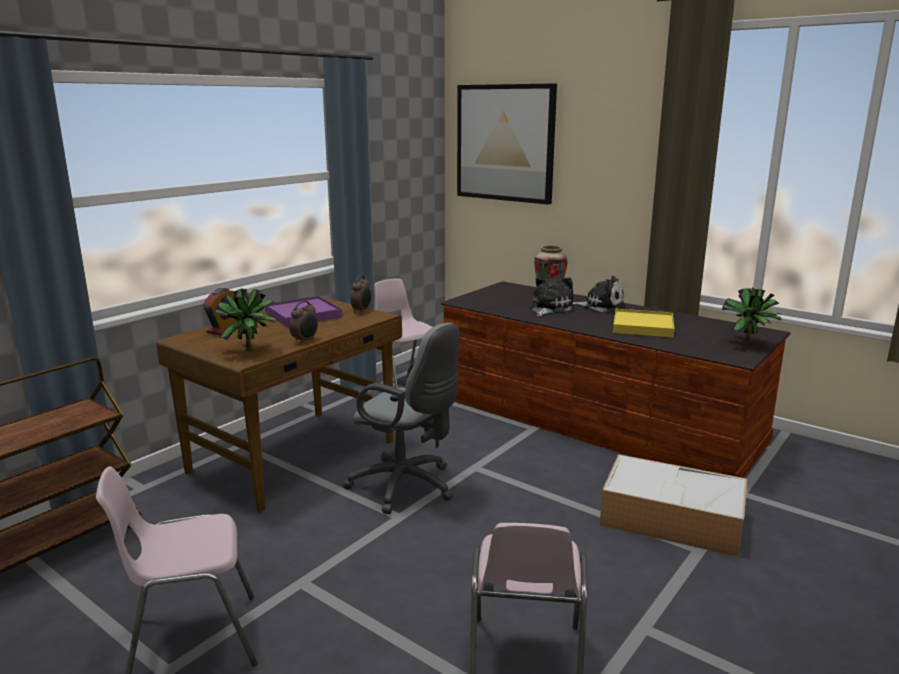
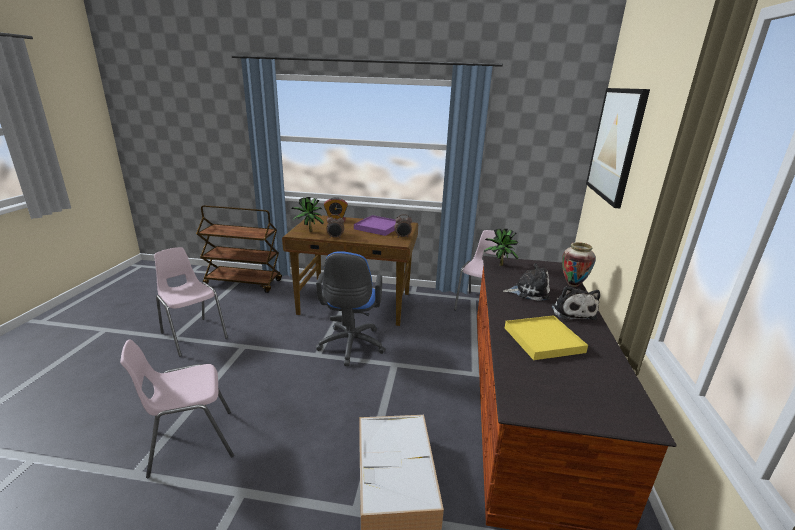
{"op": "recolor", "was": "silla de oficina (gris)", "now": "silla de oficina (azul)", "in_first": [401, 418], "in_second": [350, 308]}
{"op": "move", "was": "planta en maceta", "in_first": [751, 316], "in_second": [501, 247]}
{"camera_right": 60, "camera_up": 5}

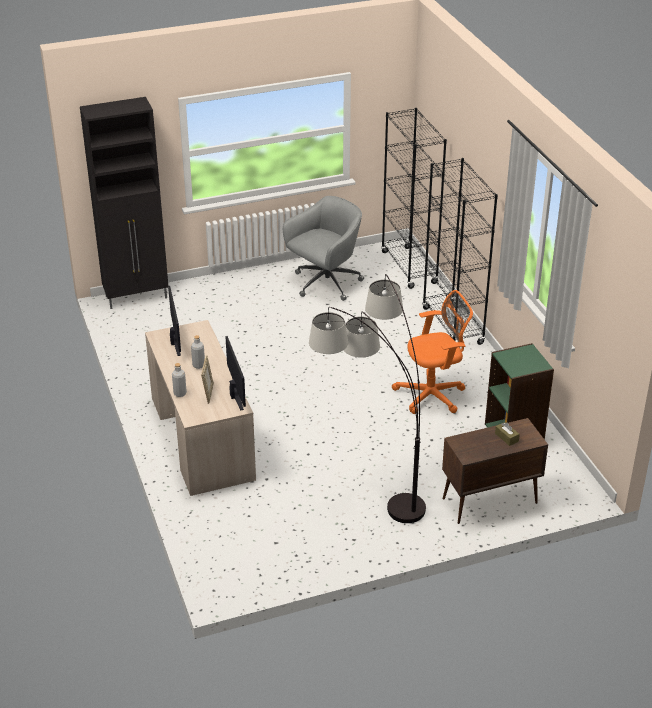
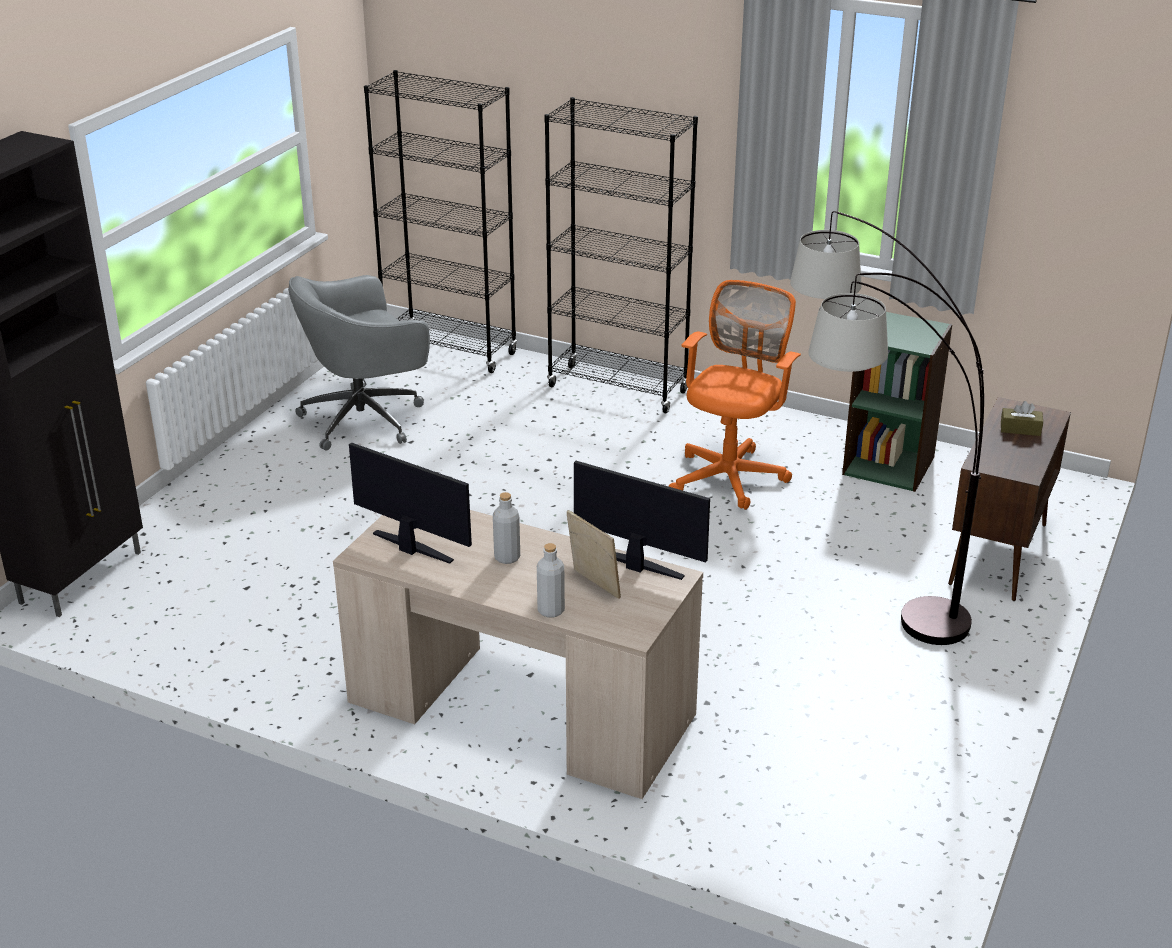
{"op": "rotate", "was": "silla de oficina (gris)", "in_first": [323, 248], "in_second": [359, 363], "clockwise": -120}
{"camera_right": -45, "camera_up": -5}

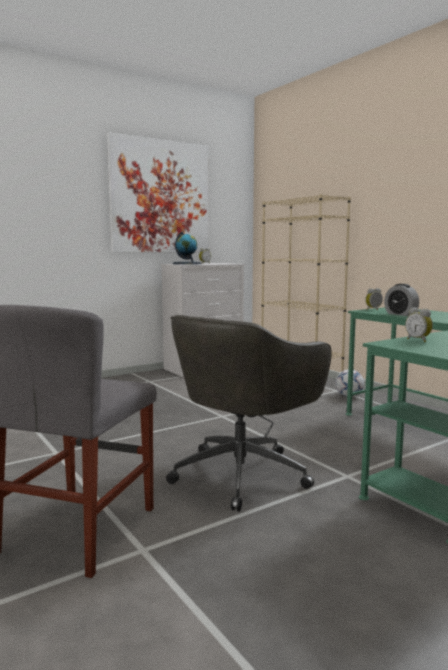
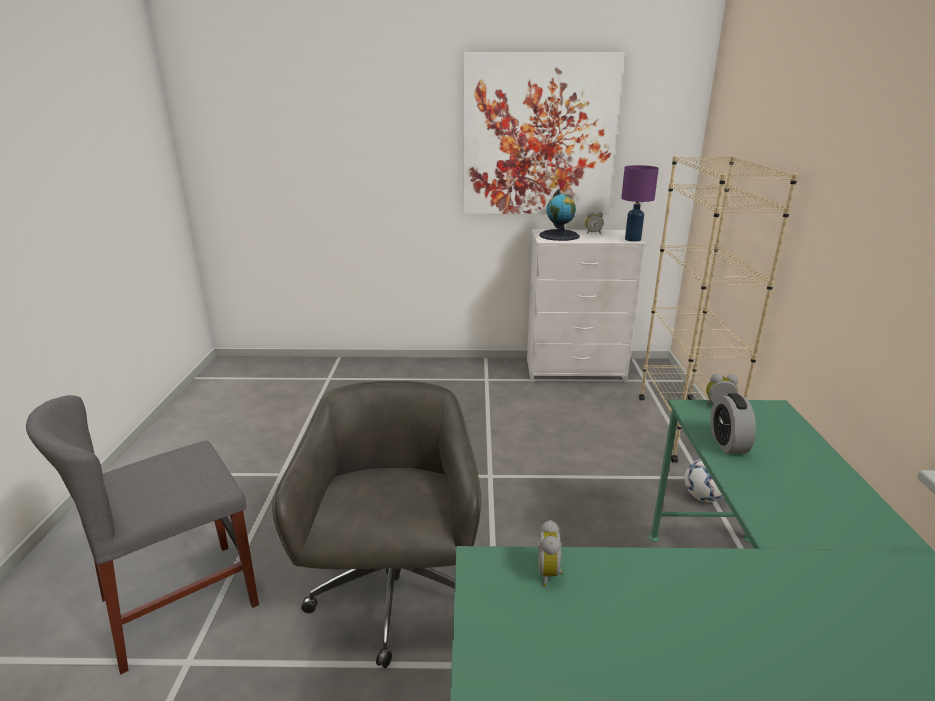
{"op": "rotate", "was": "silla de oficina (gris)", "in_first": [249, 413], "in_second": [376, 524], "clockwise": 105}
{"op": "insert", "now": "lámpara de mesa (morado)", "in_second": [640, 203]}
{"camera_right": 35, "camera_up": 15}

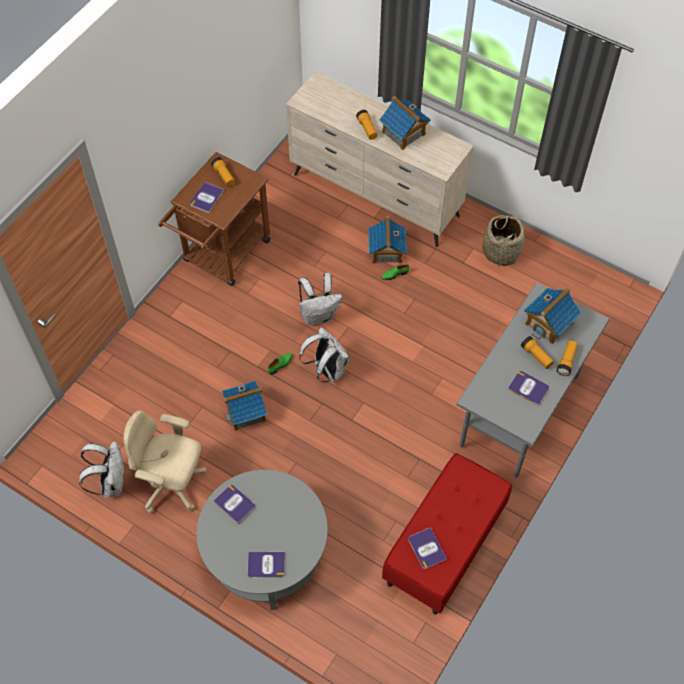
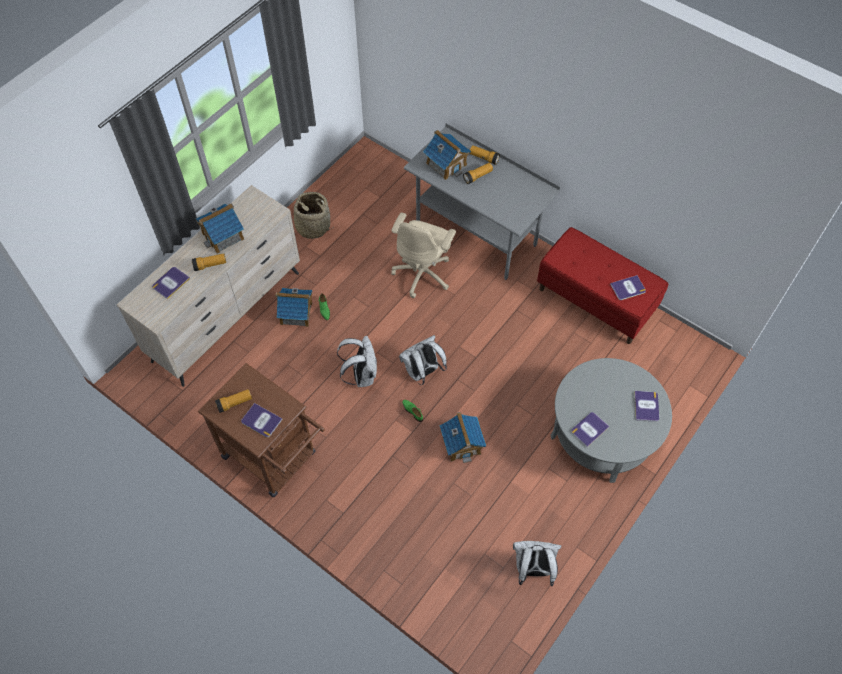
{"op": "move", "was": "libro", "in_first": [528, 388], "in_second": [171, 283]}
{"op": "move", "was": "silla de oficina (beis)", "in_first": [165, 462], "in_second": [423, 255]}
{"camera_right": -85, "camera_up": 0}

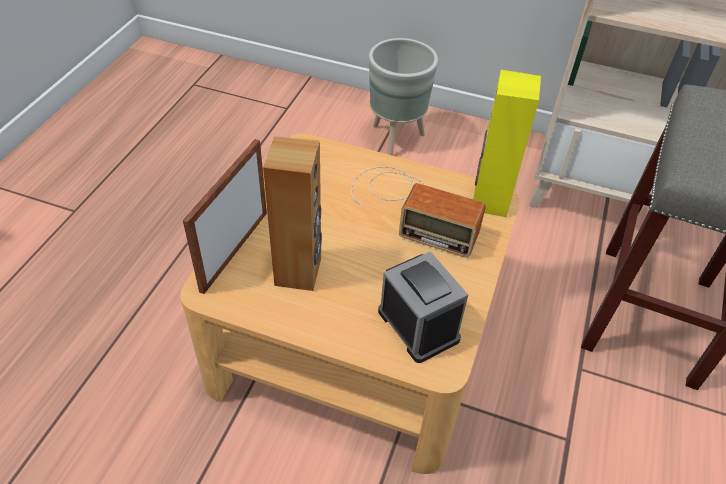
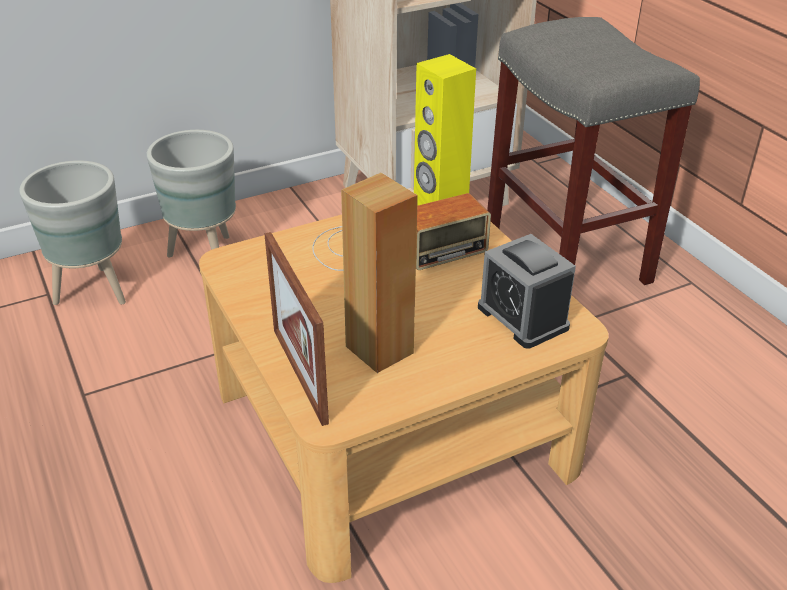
{"op": "insert", "now": "maceta (gris)", "in_second": [72, 232]}
{"op": "rotate", "was": "despertador", "in_first": [423, 307], "in_second": [527, 291], "clockwise": -135}
{"camera_right": -45, "camera_up": -10}

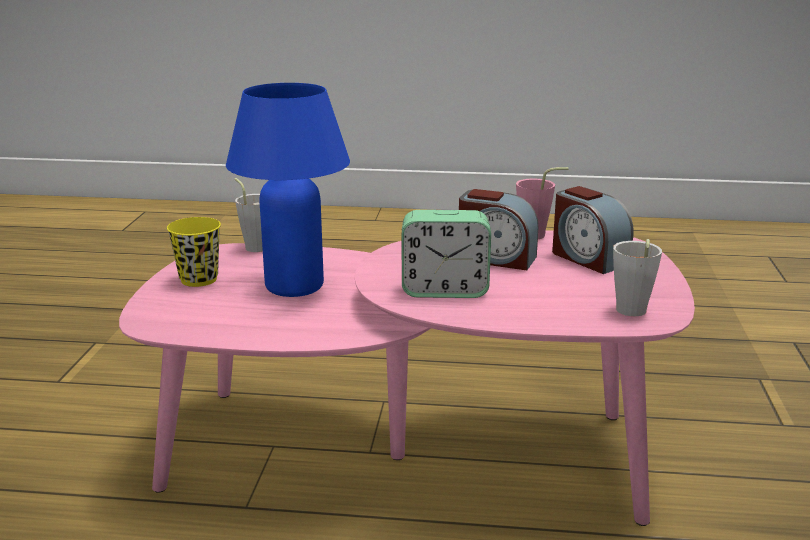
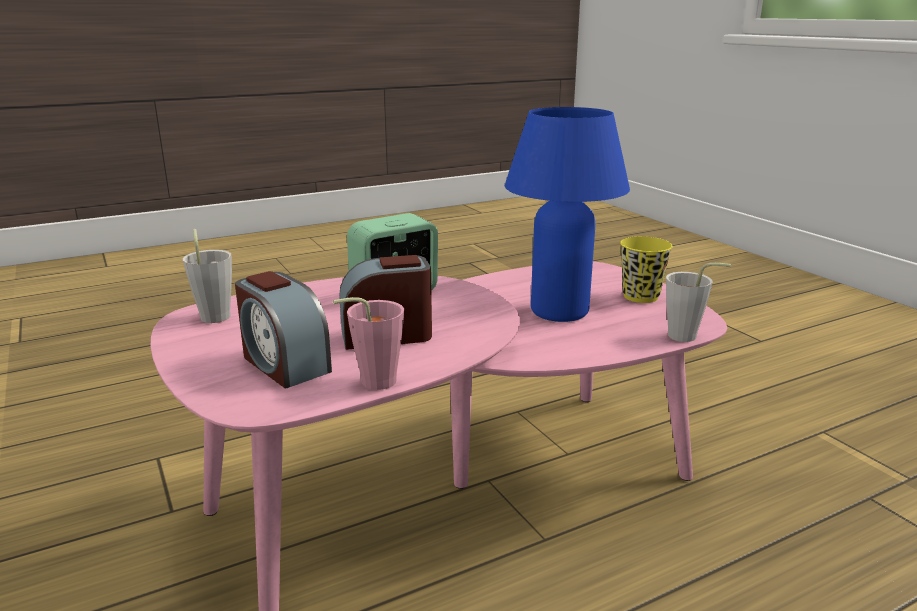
{"op": "rotate", "was": "despertador", "in_first": [592, 230], "in_second": [283, 329], "clockwise": -150}
{"camera_right": 145, "camera_up": 0}

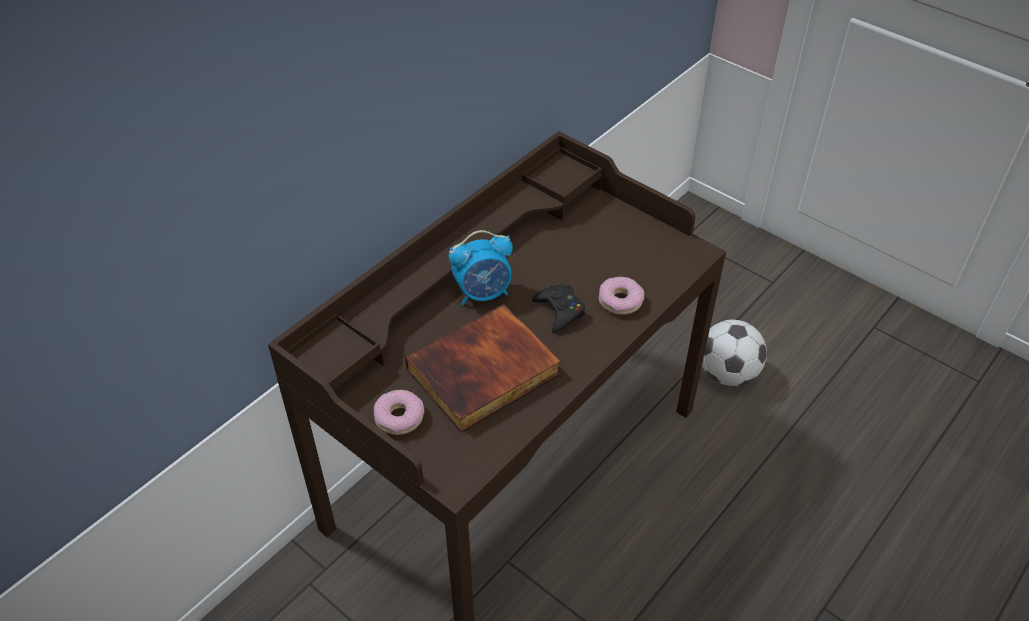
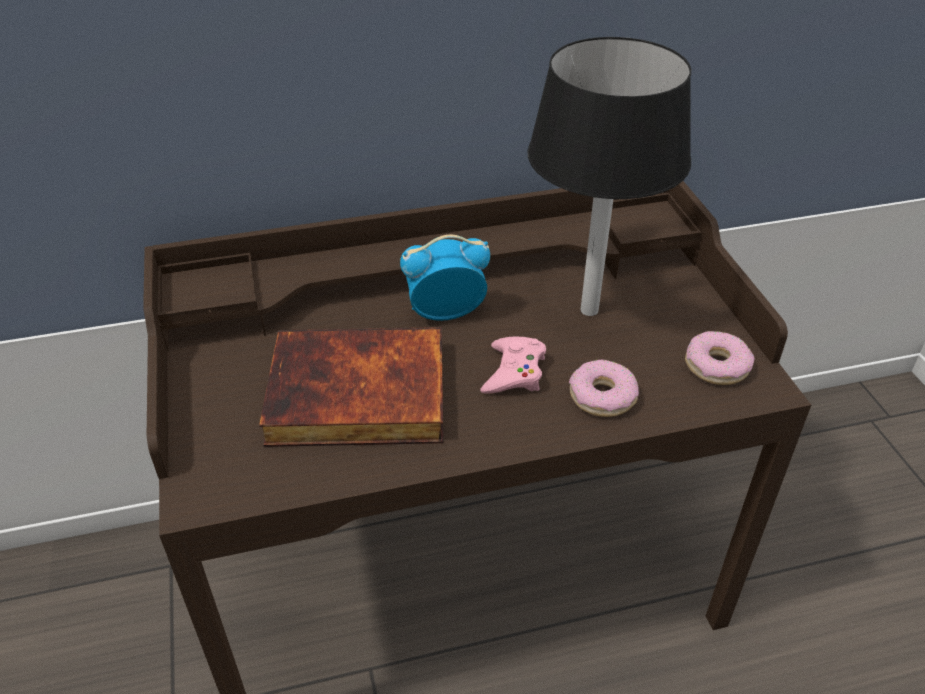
{"op": "rotate", "was": "despertador", "in_first": [481, 268], "in_second": [445, 278], "clockwise": 150}
{"op": "recolor", "was": "mando de consola (negro)", "now": "mando de consola (rosa)", "in_first": [558, 308], "in_second": [513, 365]}
{"op": "insert", "now": "lámpara de mesa (negro)", "in_second": [609, 176]}
{"op": "move", "was": "rosquilla", "in_first": [399, 412], "in_second": [720, 358]}
{"op": "delete", "was": "balón de fútbol", "in_first": [734, 353]}
{"camera_right": 35, "camera_up": -5}

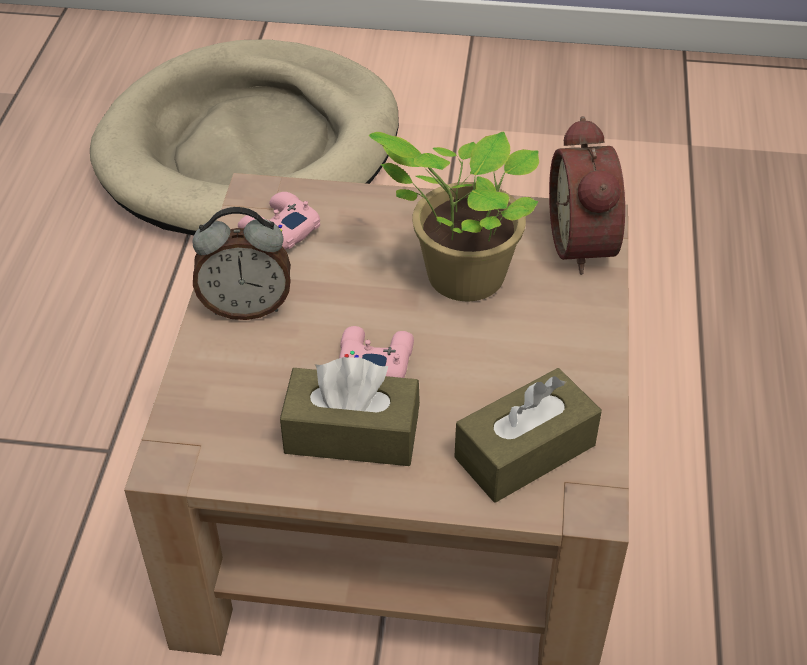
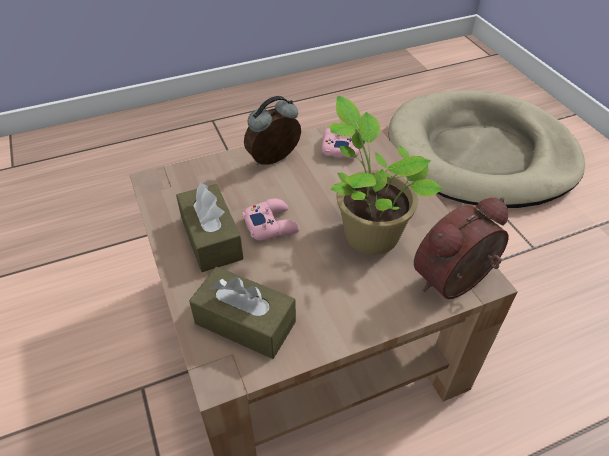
{"op": "rotate", "was": "despertador", "in_first": [241, 263], "in_second": [272, 130], "clockwise": 90}
{"camera_right": 60, "camera_up": 0}

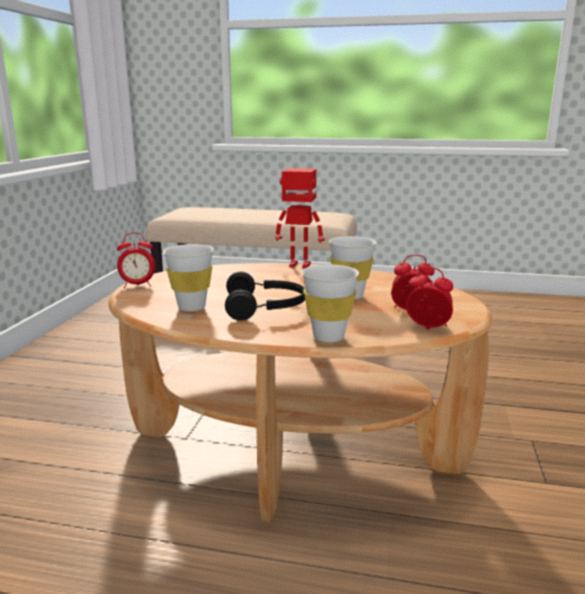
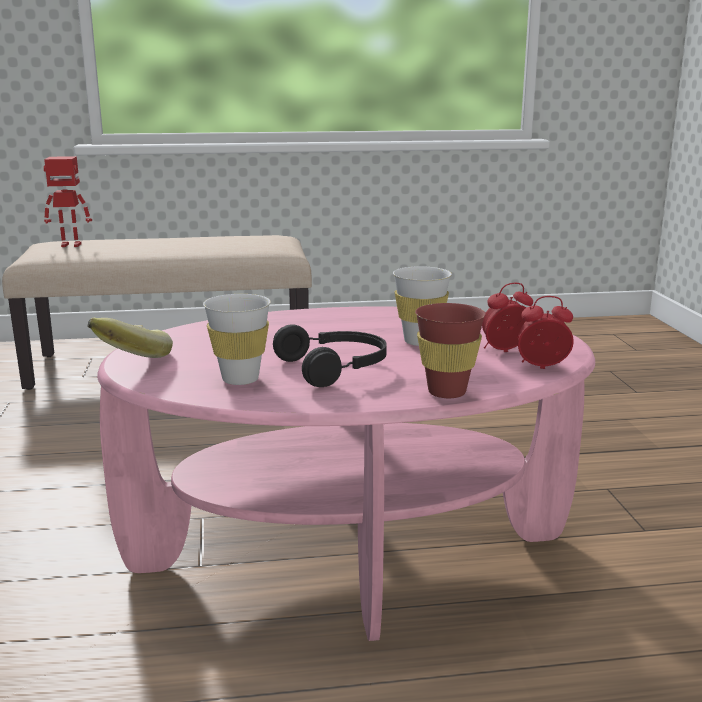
{"op": "move", "was": "robot de juguete", "in_first": [300, 218], "in_second": [68, 201]}
{"op": "replace", "was": "despertador", "now": "plátano", "in_first": [136, 260], "in_second": [130, 338]}
{"op": "recolor", "was": "mesa de centro (marrón)", "now": "mesa de centro (rosa)", "in_first": [300, 392], "in_second": [346, 474]}
{"op": "recolor", "was": "taza (blanco)", "now": "taza (rojo)", "in_first": [330, 303], "in_second": [450, 350]}
{"camera_right": -20, "camera_up": 0}

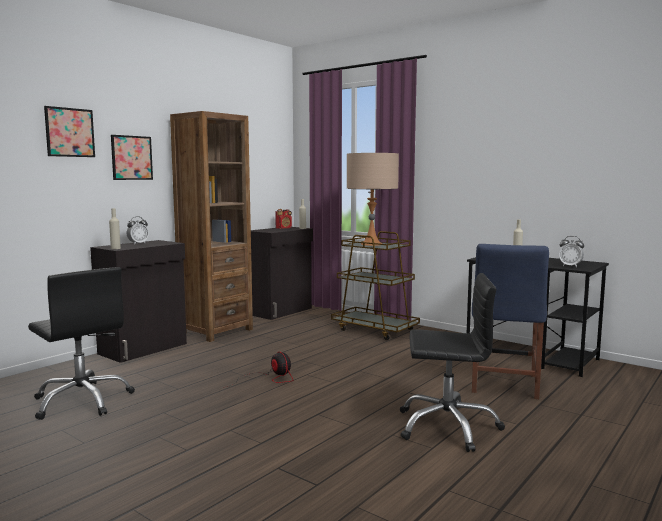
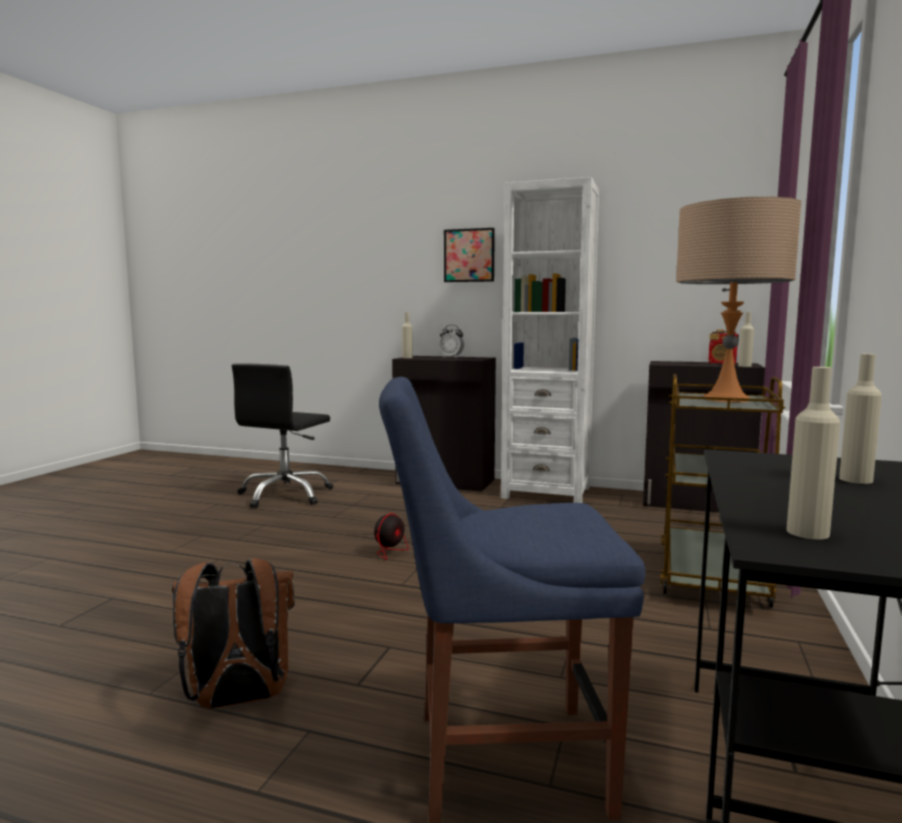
{"op": "replace", "was": "silla de oficina (negro)", "now": "mochila (marrón)", "in_first": [452, 362], "in_second": [233, 633]}
{"op": "recolor", "was": "estantería (marrón)", "now": "estantería (blanco)", "in_first": [211, 226], "in_second": [550, 340]}
{"op": "replace", "was": "despertador", "now": "botella (beis)", "in_first": [571, 252], "in_second": [813, 453]}
{"op": "delete", "was": "cuadro", "in_first": [69, 131]}
{"camera_right": 70, "camera_up": 0}

